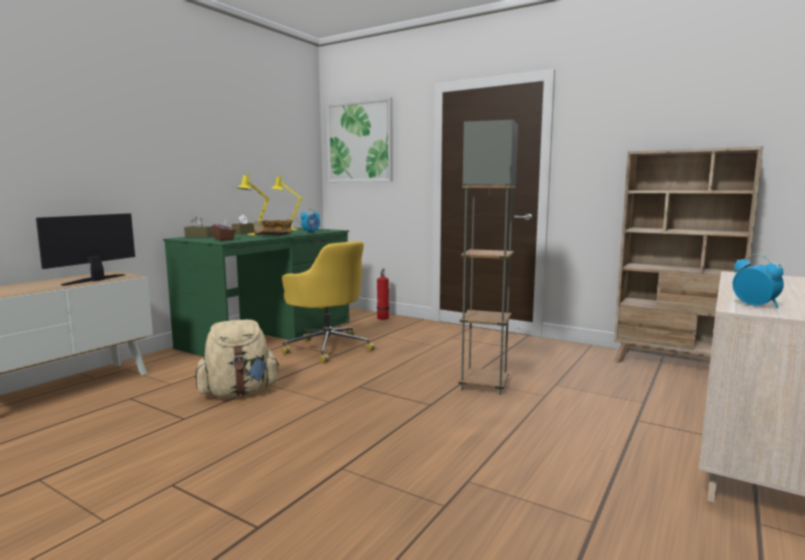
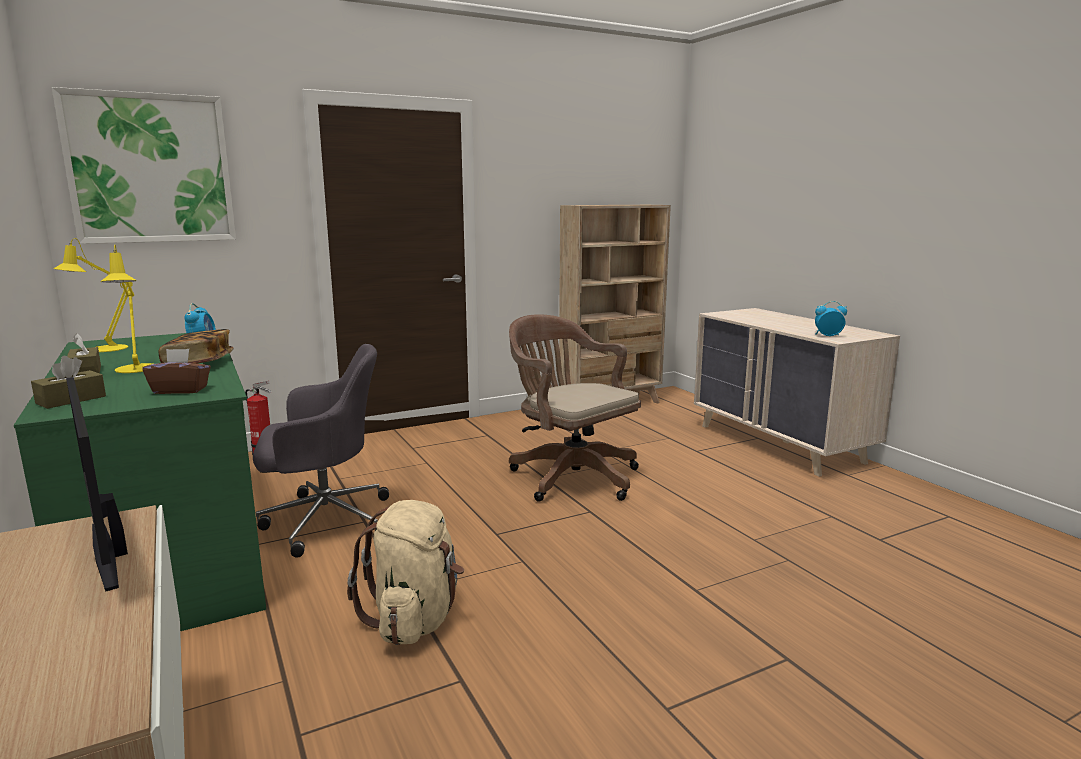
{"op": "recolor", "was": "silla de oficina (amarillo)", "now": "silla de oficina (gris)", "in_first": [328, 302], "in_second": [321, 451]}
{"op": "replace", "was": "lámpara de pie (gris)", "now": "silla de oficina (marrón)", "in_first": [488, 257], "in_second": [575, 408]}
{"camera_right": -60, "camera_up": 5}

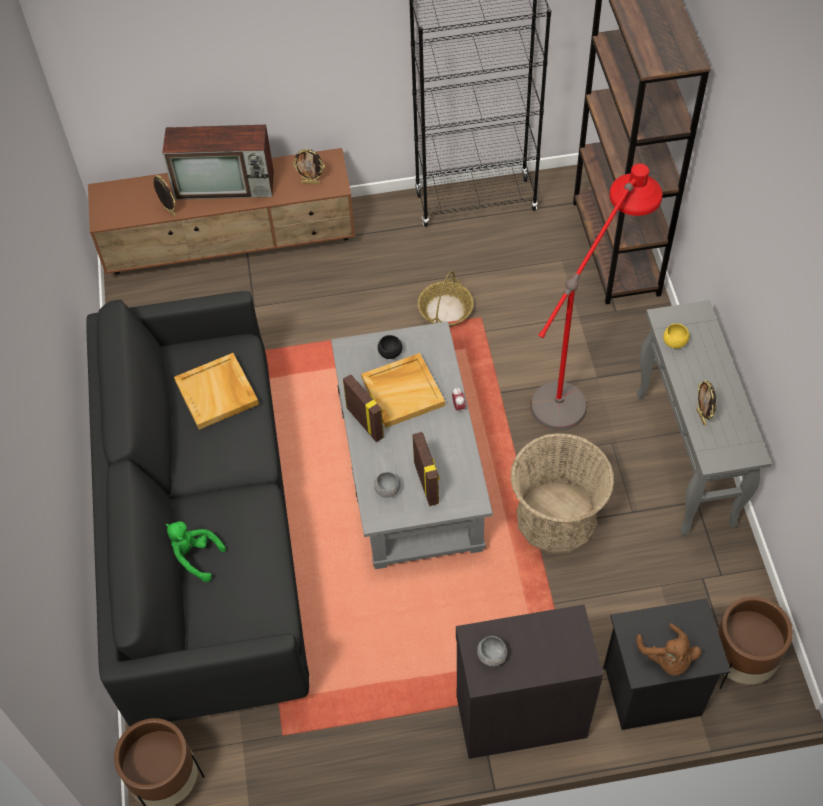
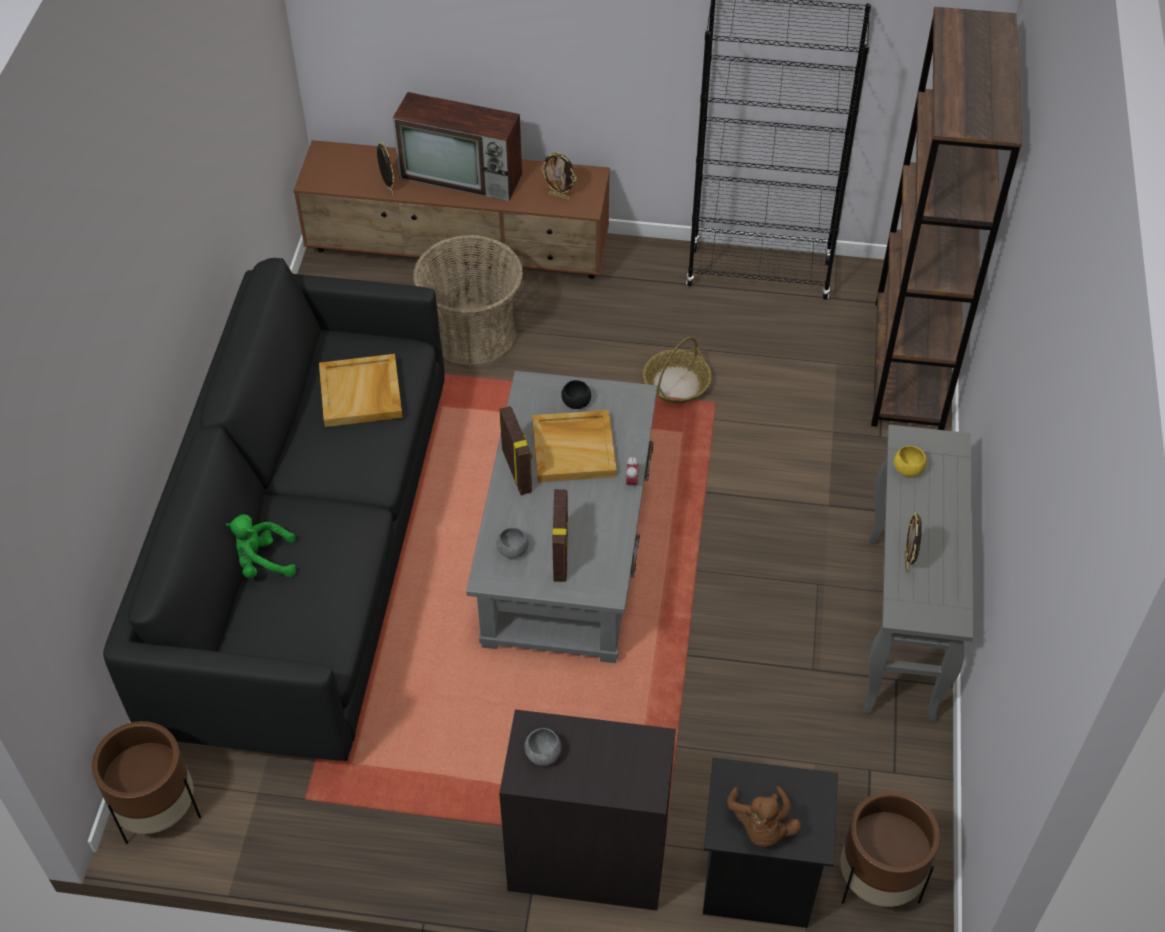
{"op": "rotate", "was": "peluche (verde)", "in_first": [196, 551], "in_second": [261, 546], "clockwise": -45}
{"op": "move", "was": "cesta", "in_first": [562, 493], "in_second": [468, 302]}
{"op": "delete", "was": "lámpara de pie (rojo)", "in_first": [596, 296]}
{"camera_right": 15, "camera_up": -5}

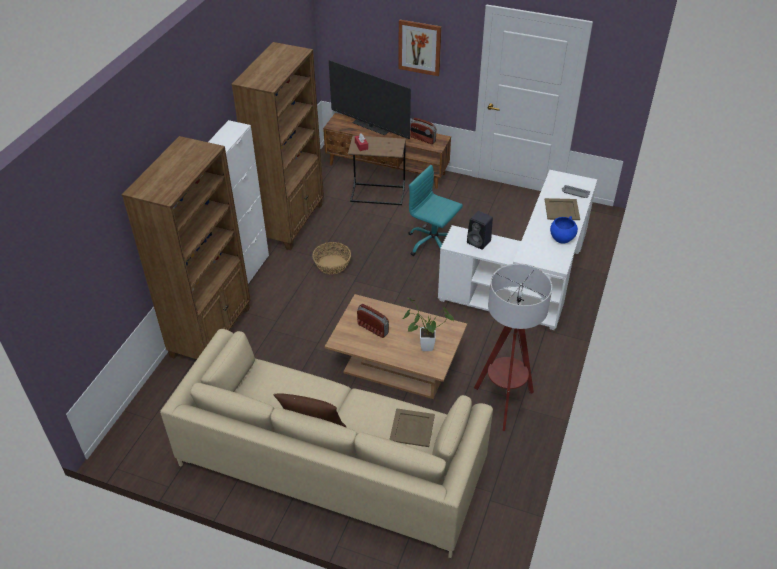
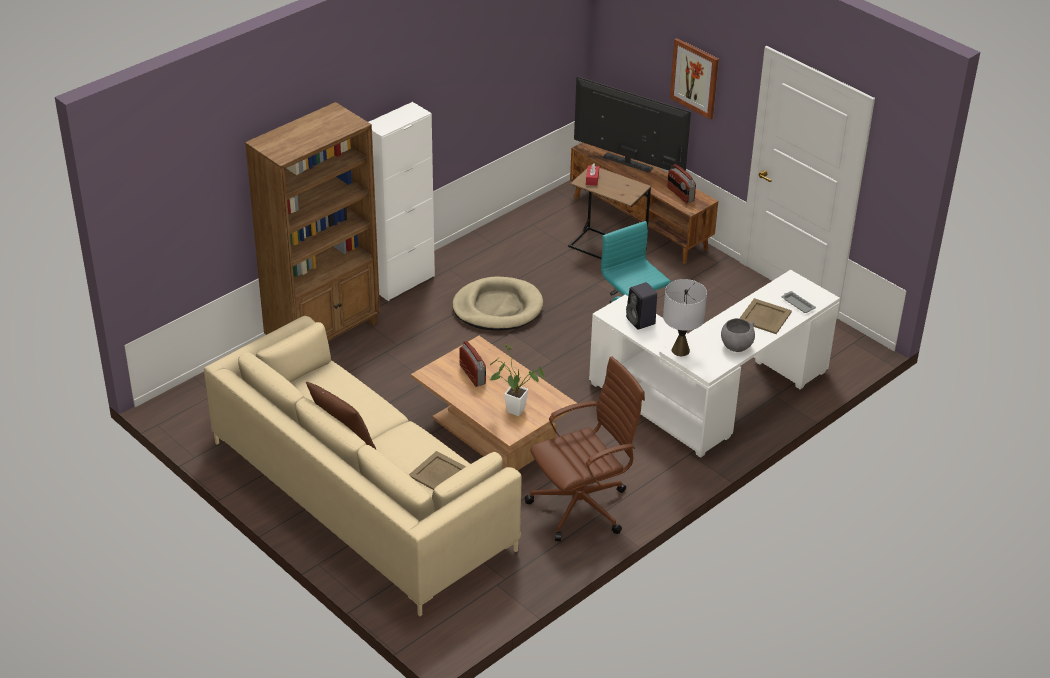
{"op": "replace", "was": "cesta", "now": "cama para perro (beis)", "in_first": [331, 258], "in_second": [497, 304]}
{"op": "replace", "was": "lámpara de pie", "now": "silla de oficina (marrón)", "in_first": [513, 347], "in_second": [584, 448]}
{"op": "rotate", "was": "televisor", "in_first": [370, 99], "in_second": [632, 125], "clockwise": 150}
{"op": "insert", "now": "lámpara de mesa (gris)", "in_second": [685, 317]}
{"op": "recolor", "was": "cuenco (azul)", "now": "cuenco (gris)", "in_first": [564, 230], "in_second": [738, 335]}
{"op": "delete", "was": "estantería (marrón)", "in_first": [277, 146]}
{"camera_right": 25, "camera_up": -5}

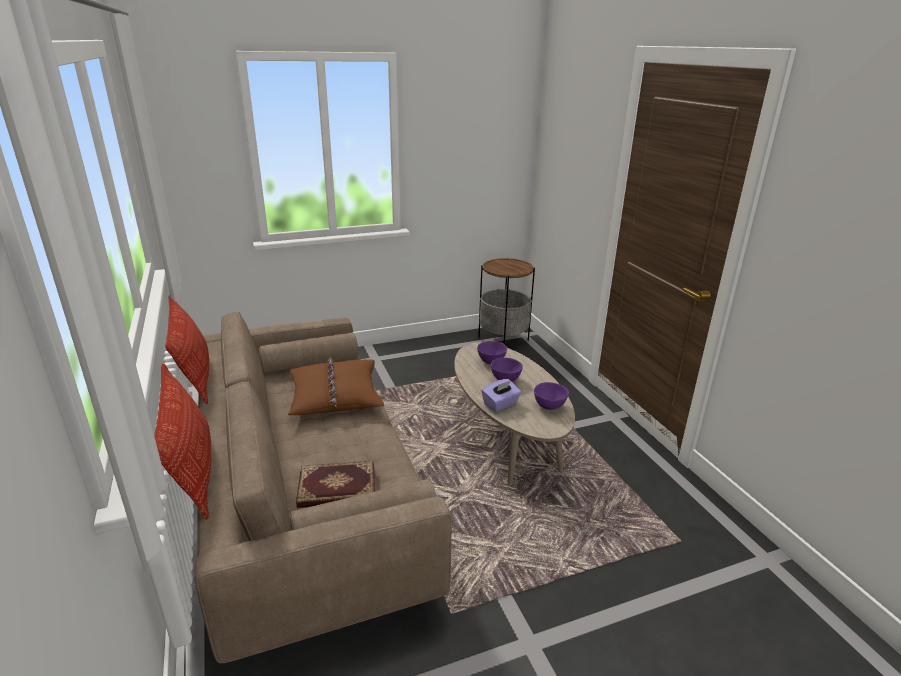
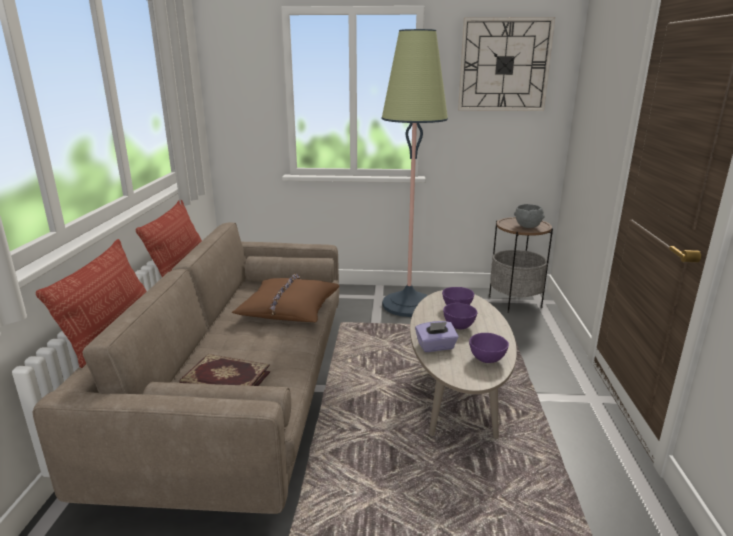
{"op": "insert", "now": "lámpara de pie", "in_second": [415, 173]}
{"op": "insert", "now": "reloj de pared", "in_second": [506, 64]}
{"op": "insert", "now": "cuenco (gris)", "in_second": [529, 216]}
{"camera_right": 25, "camera_up": -5}

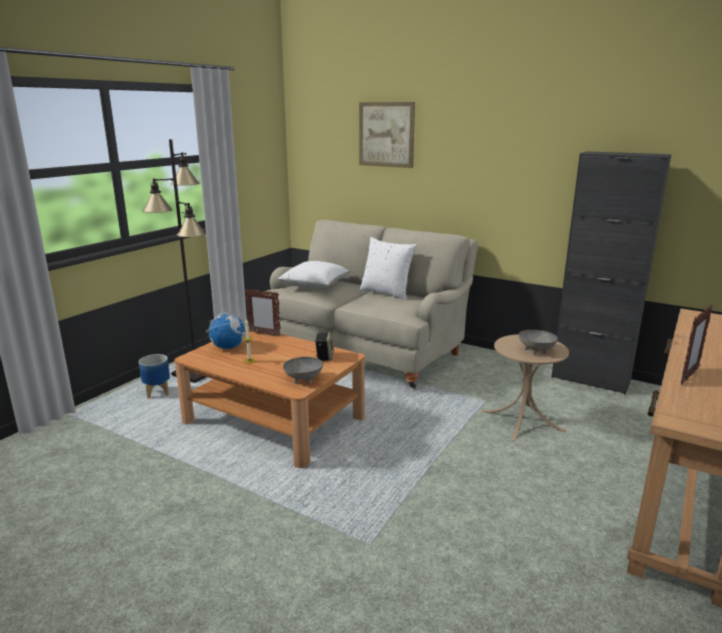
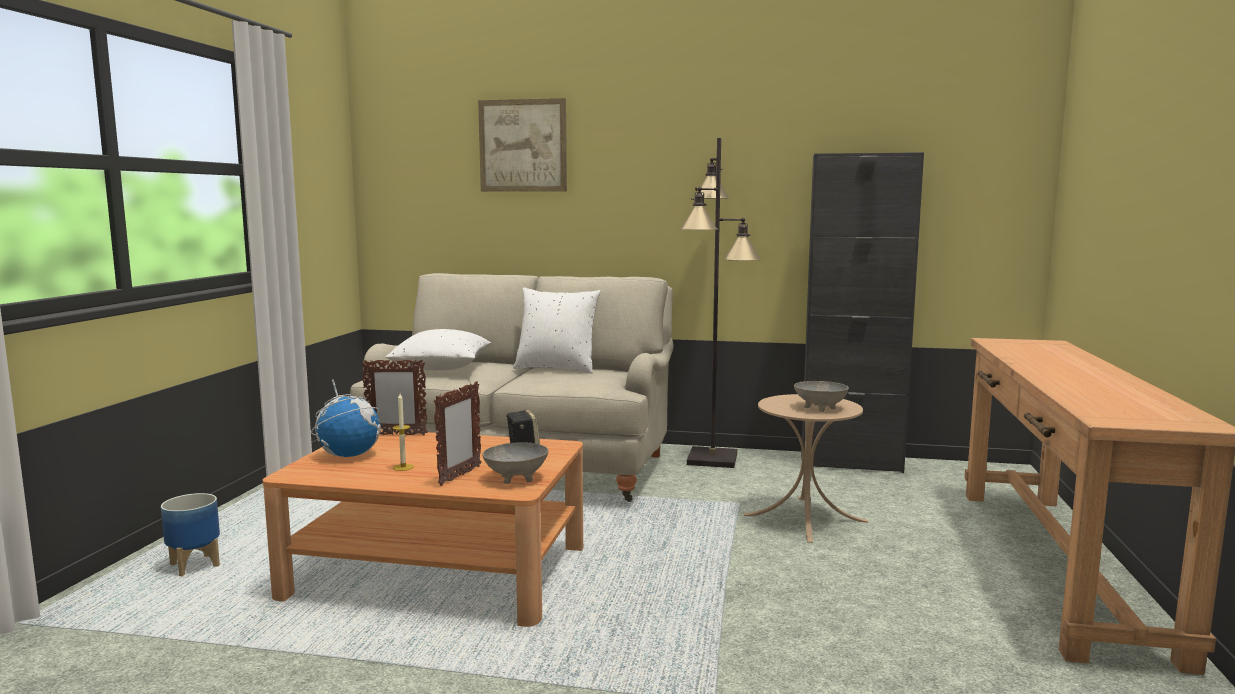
{"op": "move", "was": "portarretratos", "in_first": [696, 344], "in_second": [457, 433]}
{"op": "move", "was": "lámpara de pie (negro)", "in_first": [174, 261], "in_second": [720, 303]}
{"camera_right": -20, "camera_up": -10}

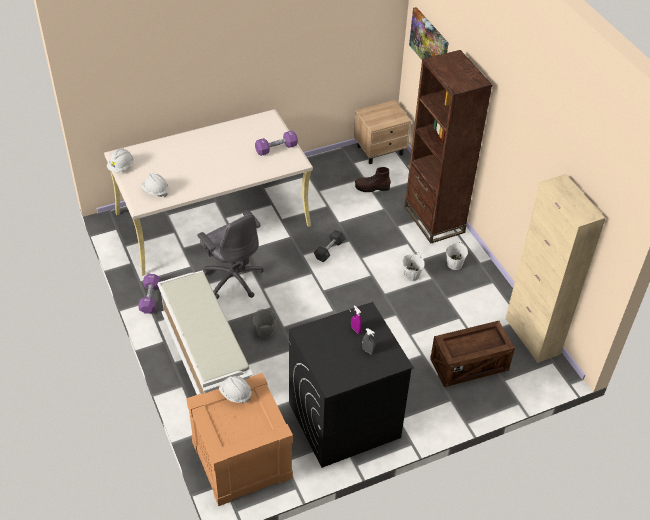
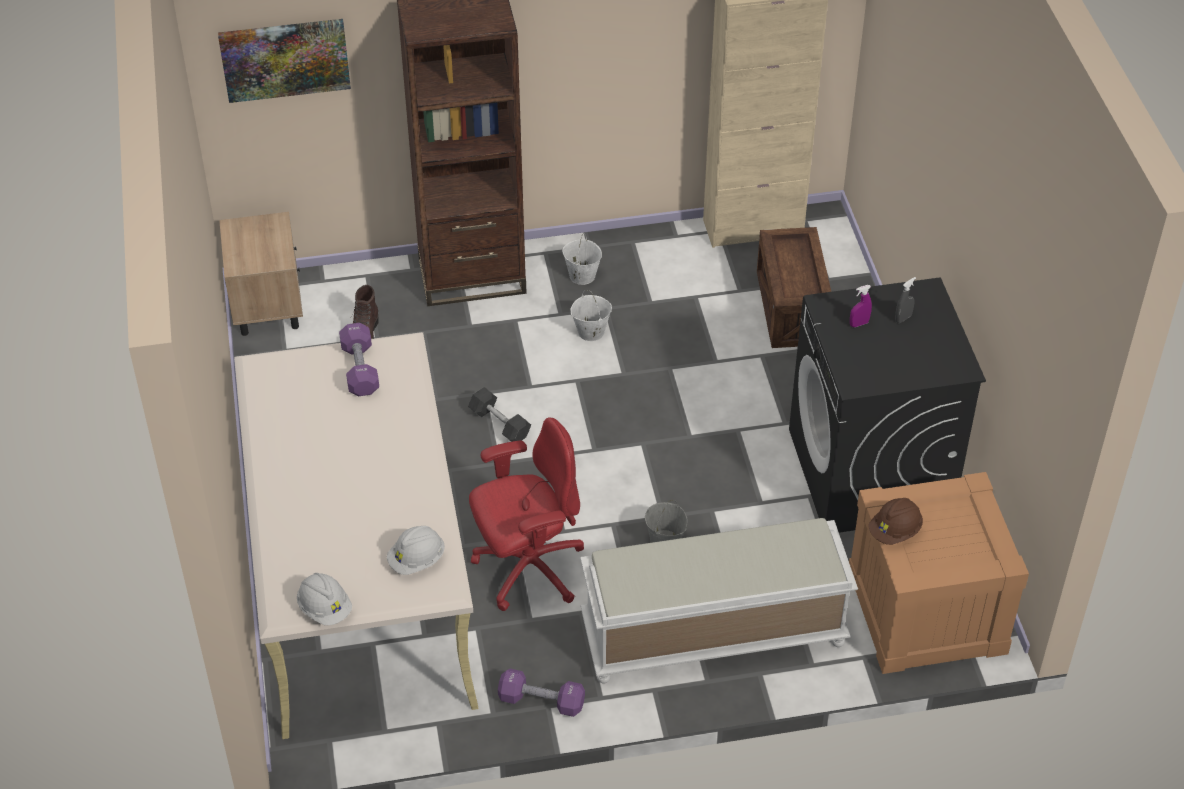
{"op": "recolor", "was": "silla de oficina (gris)", "now": "silla de oficina (rojo)", "in_first": [231, 254], "in_second": [526, 514]}
{"op": "recolor", "was": "casco (blanco)", "now": "casco (marrón)", "in_first": [235, 389], "in_second": [896, 521]}
{"camera_right": -75, "camera_up": 0}

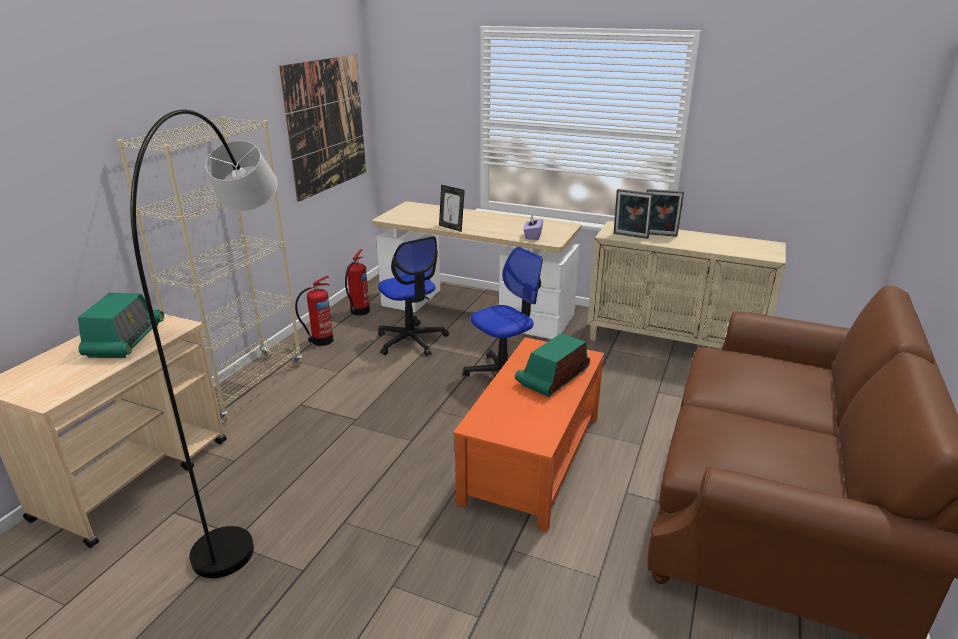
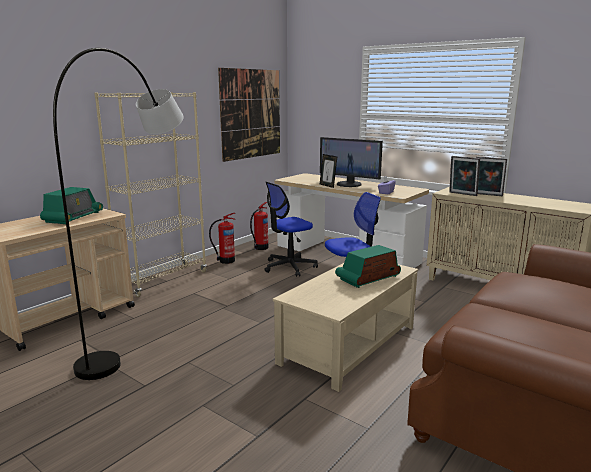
{"op": "rotate", "was": "silla de oficina", "in_first": [413, 296], "in_second": [291, 229], "clockwise": 75}
{"op": "recolor", "was": "mesa de centro (naranja)", "now": "mesa de centro (beis)", "in_first": [528, 434], "in_second": [345, 327]}
{"op": "insert", "now": "monitor", "in_second": [351, 162]}
{"camera_right": 15, "camera_up": -10}

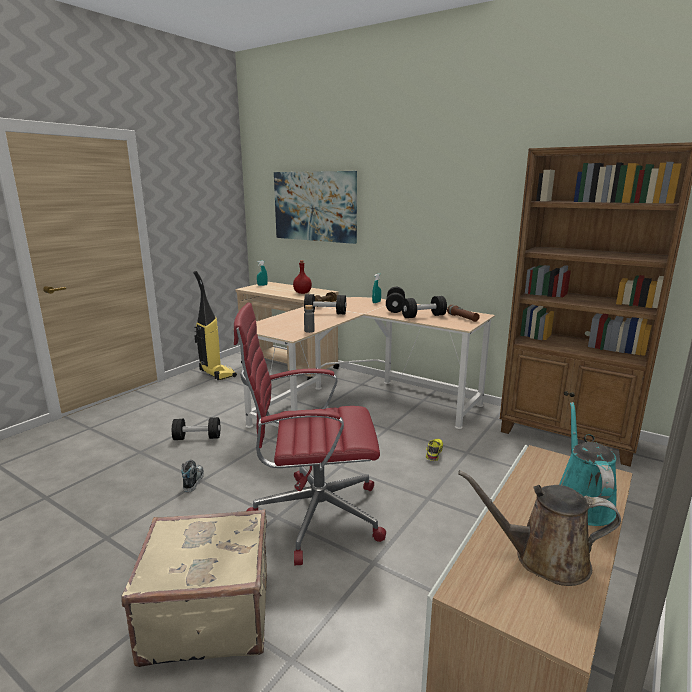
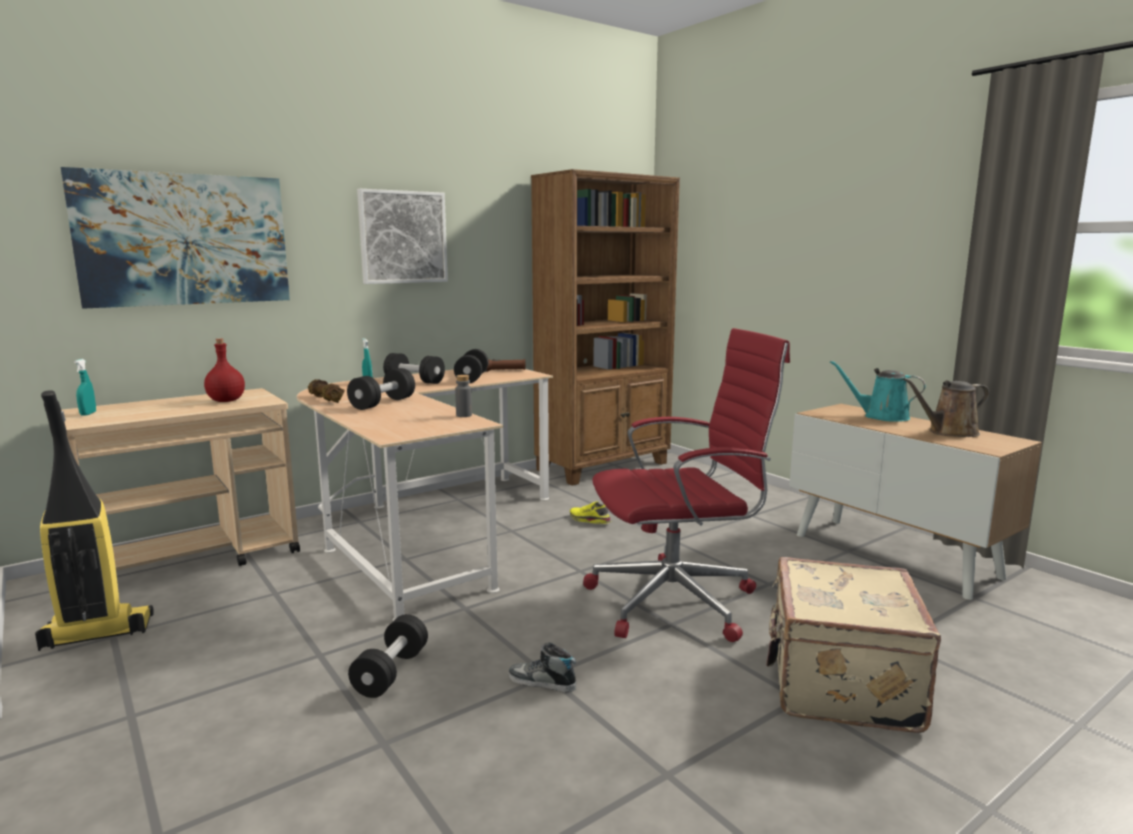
{"op": "insert", "now": "cuadro", "in_second": [402, 236]}
{"op": "rotate", "was": "silla de oficina (rojo)", "in_first": [310, 434], "in_second": [686, 485], "clockwise": -120}
{"op": "rotate", "was": "regadera (marrón)", "in_first": [539, 528], "in_second": [946, 407], "clockwise": 45}
{"camera_right": -70, "camera_up": -5}

